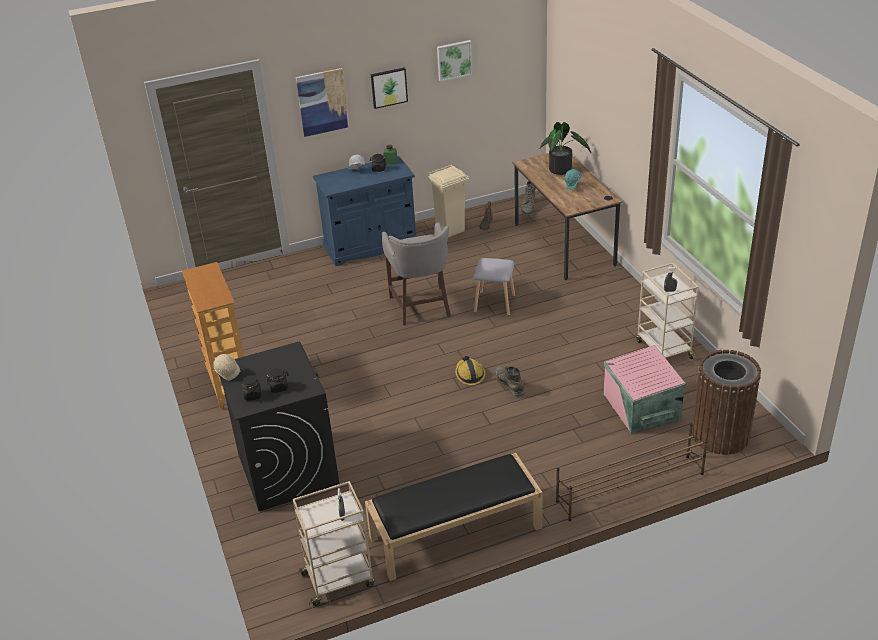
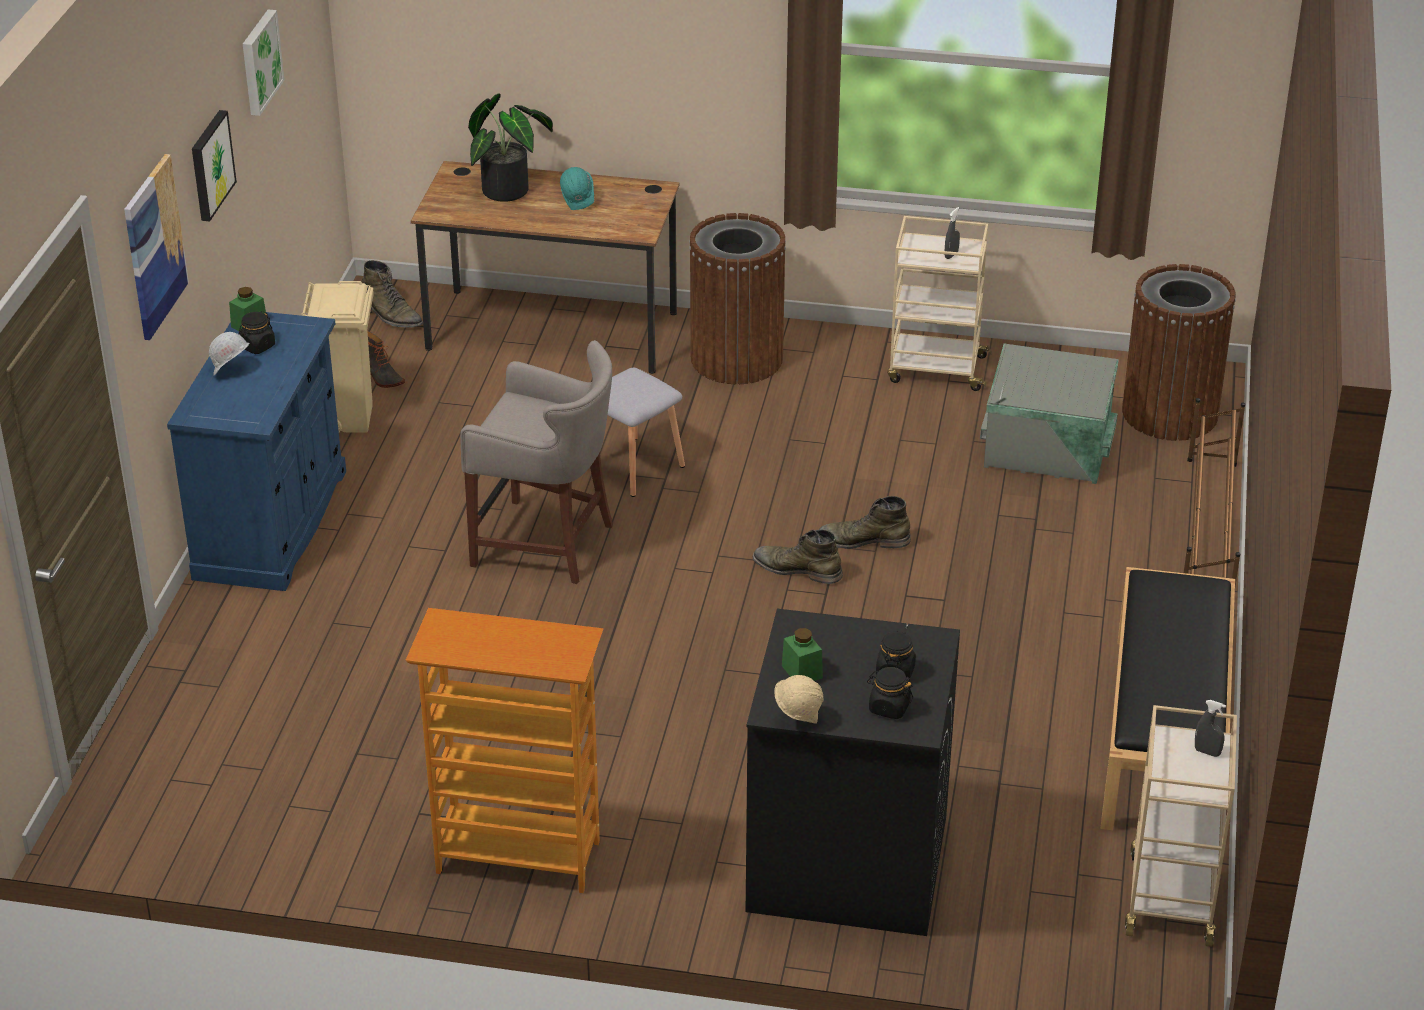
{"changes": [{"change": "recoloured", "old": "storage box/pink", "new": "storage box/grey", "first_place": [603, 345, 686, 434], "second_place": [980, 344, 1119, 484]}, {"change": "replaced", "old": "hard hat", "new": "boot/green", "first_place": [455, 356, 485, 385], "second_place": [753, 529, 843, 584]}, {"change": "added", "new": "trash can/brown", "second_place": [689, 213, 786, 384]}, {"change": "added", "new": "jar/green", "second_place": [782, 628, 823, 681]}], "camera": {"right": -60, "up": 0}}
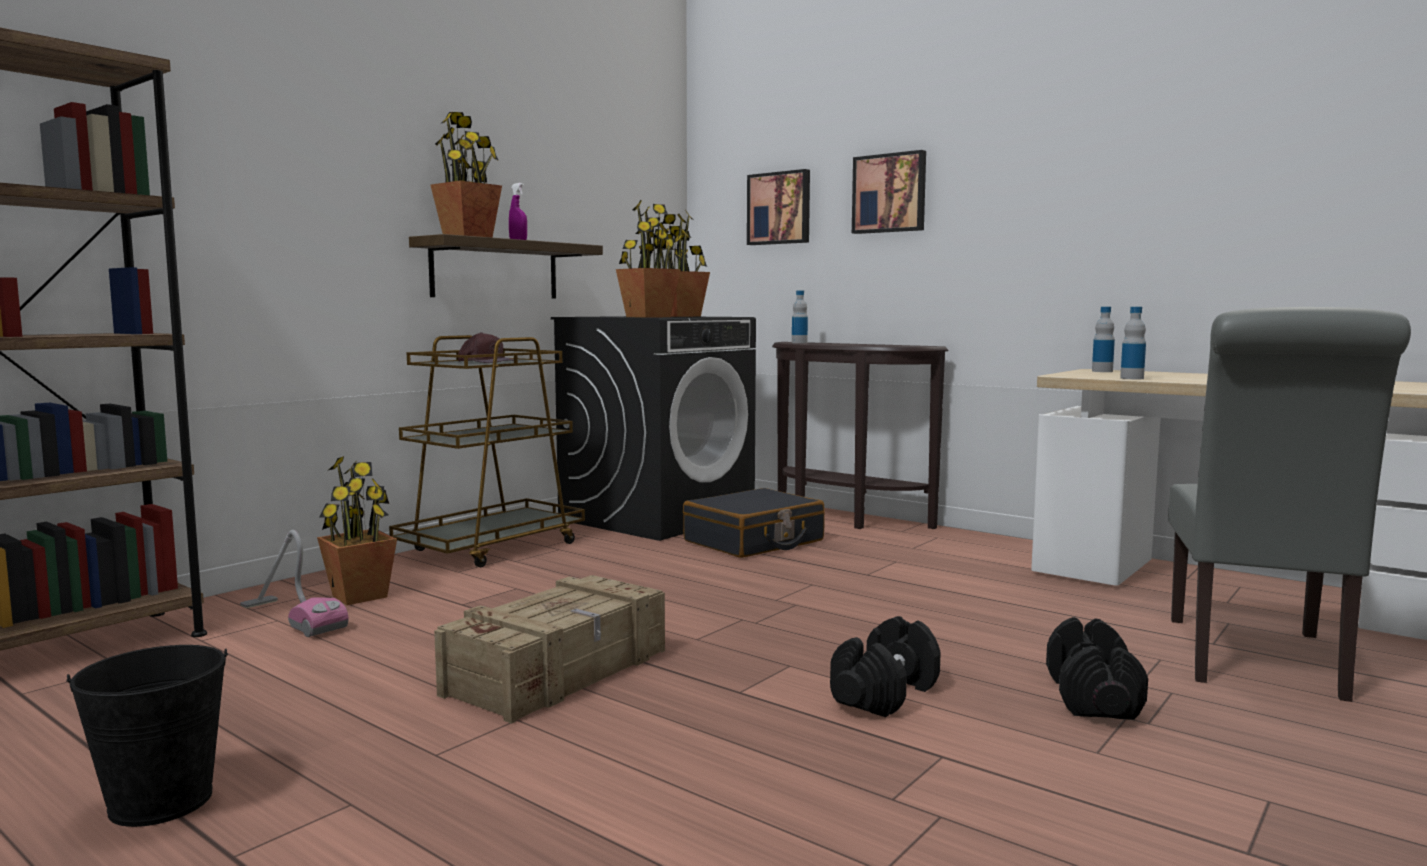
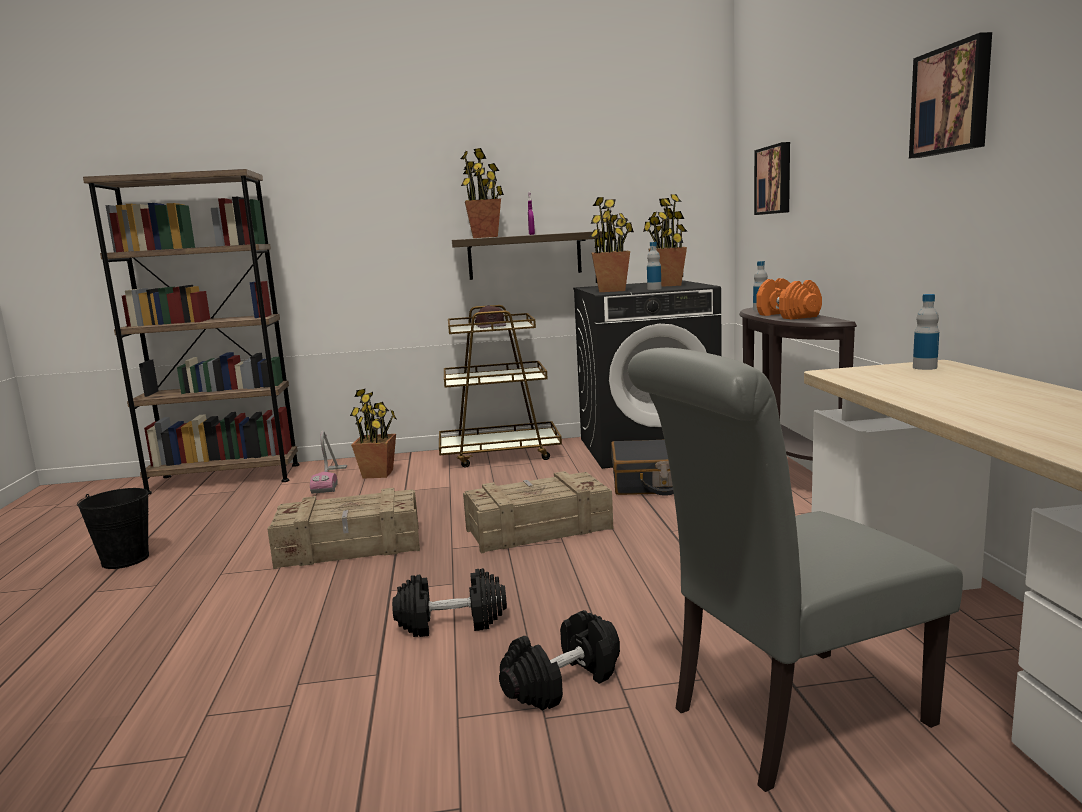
{"changes": [{"change": "moved", "old": "picture", "first_place": [852, 150, 926, 234], "second_place": [909, 32, 992, 158]}, {"change": "moved", "old": "bottle", "first_place": [1120, 307, 1146, 379], "second_place": [647, 242, 661, 290]}, {"change": "added", "new": "dumbbell/orange", "second_place": [757, 278, 822, 320]}, {"change": "added", "new": "crate", "second_place": [463, 471, 613, 554]}], "camera": {"right": 45, "up": 5}}
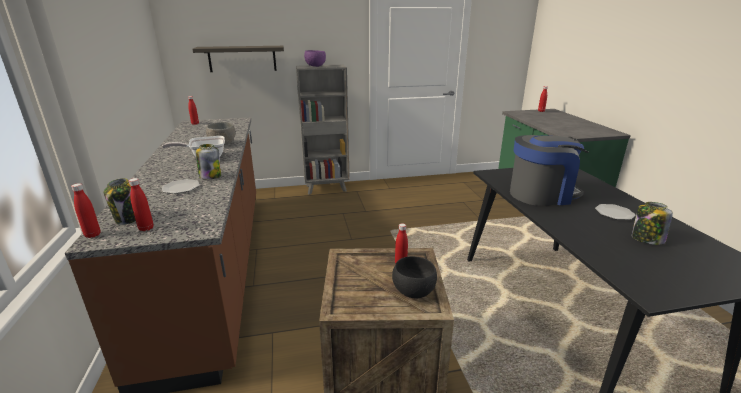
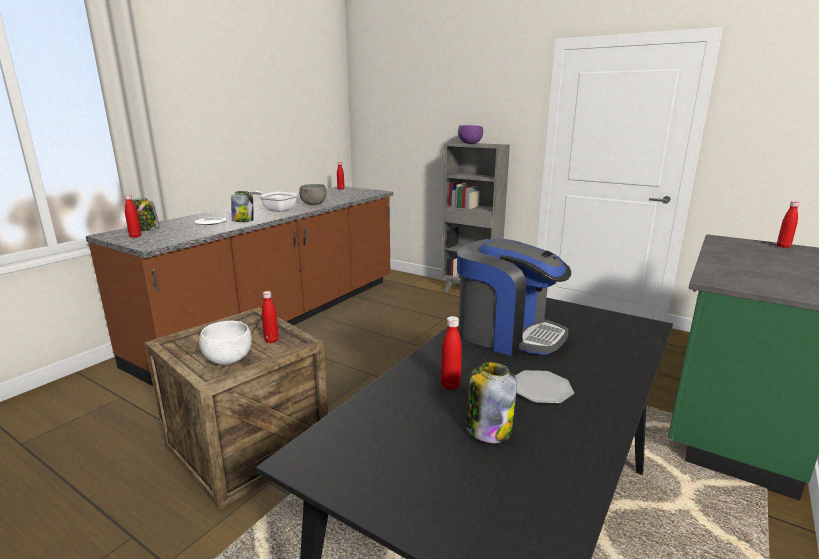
{"changes": [{"change": "removed", "old": "shelf", "first_place": [193, 46, 284, 72]}, {"change": "moved", "old": "bottle/red", "first_place": [71, 183, 100, 238], "second_place": [441, 316, 462, 390]}, {"change": "recoloured", "old": "bowl/black", "new": "bowl/white", "first_place": [392, 256, 437, 298], "second_place": [199, 321, 252, 365]}], "camera": {"right": 45, "up": -5}}
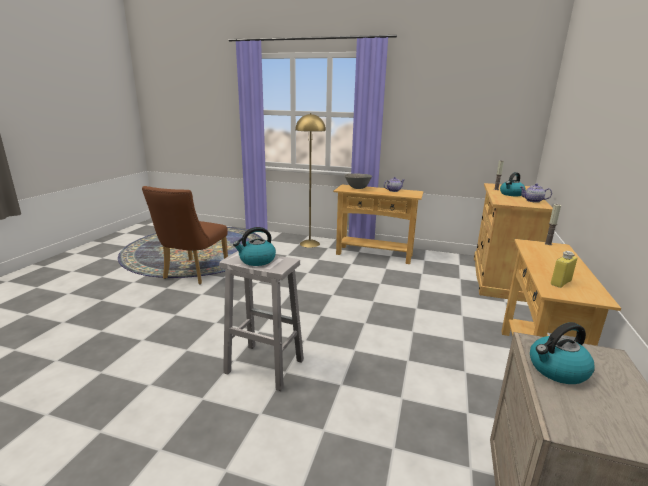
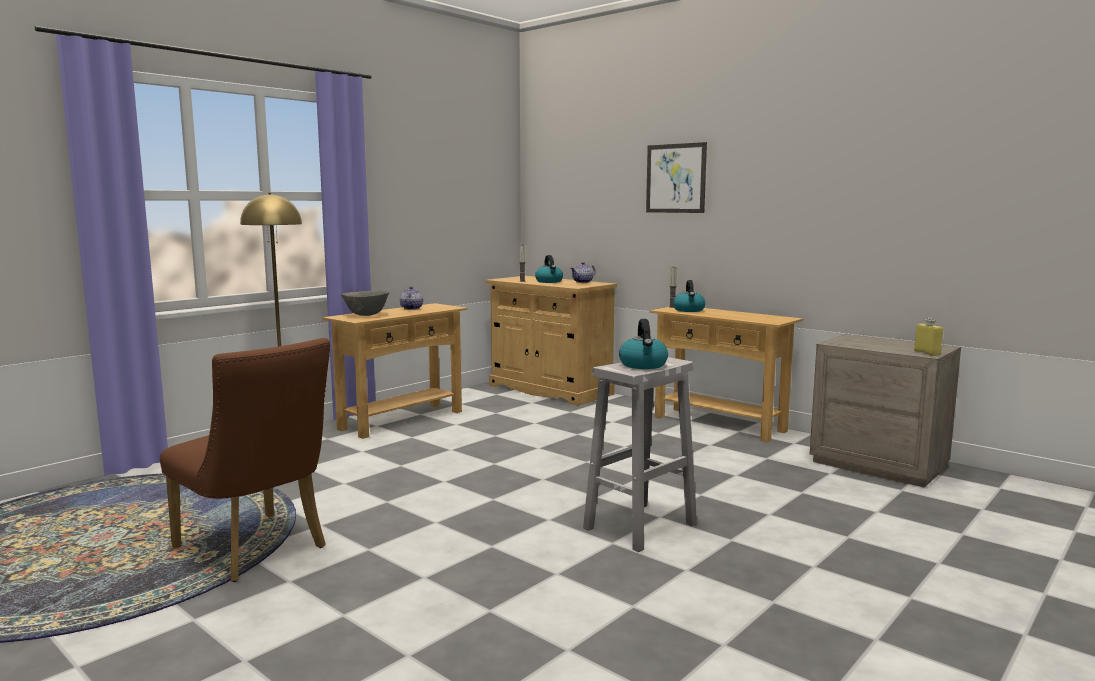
{"changes": [{"change": "moved", "old": "bottle/yellow", "first_place": [551, 251, 577, 288], "second_place": [914, 318, 943, 356]}, {"change": "moved", "old": "kettle", "first_place": [530, 322, 595, 384], "second_place": [673, 280, 706, 312]}, {"change": "added", "new": "picture", "second_place": [646, 142, 707, 213]}], "camera": {"right": -65, "up": -10}}
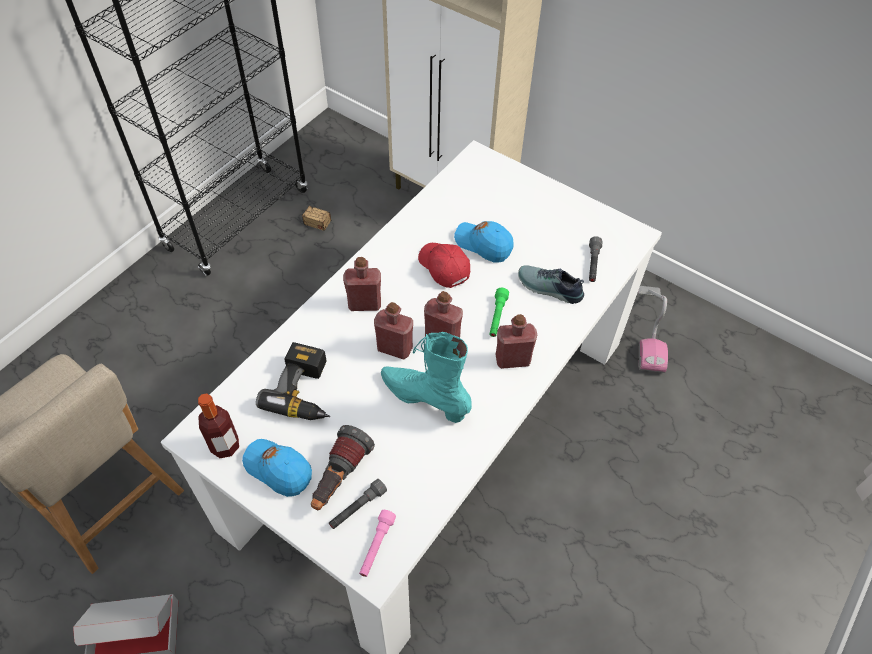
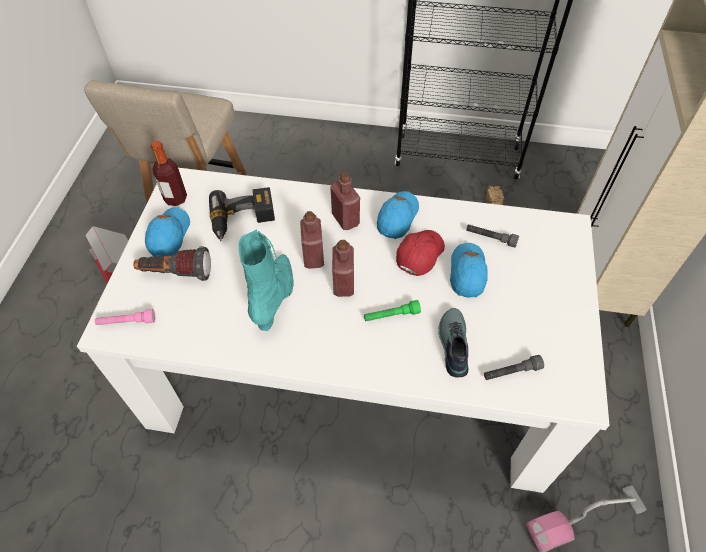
{"changes": [{"change": "removed", "old": "bottle/red", "first_place": [496, 314, 537, 369]}, {"change": "moved", "old": "flashlight/grey", "first_place": [329, 479, 387, 529], "second_place": [466, 224, 519, 248]}, {"change": "added", "new": "cap/blue", "second_place": [377, 191, 419, 239]}], "camera": {"right": 65, "up": 0}}
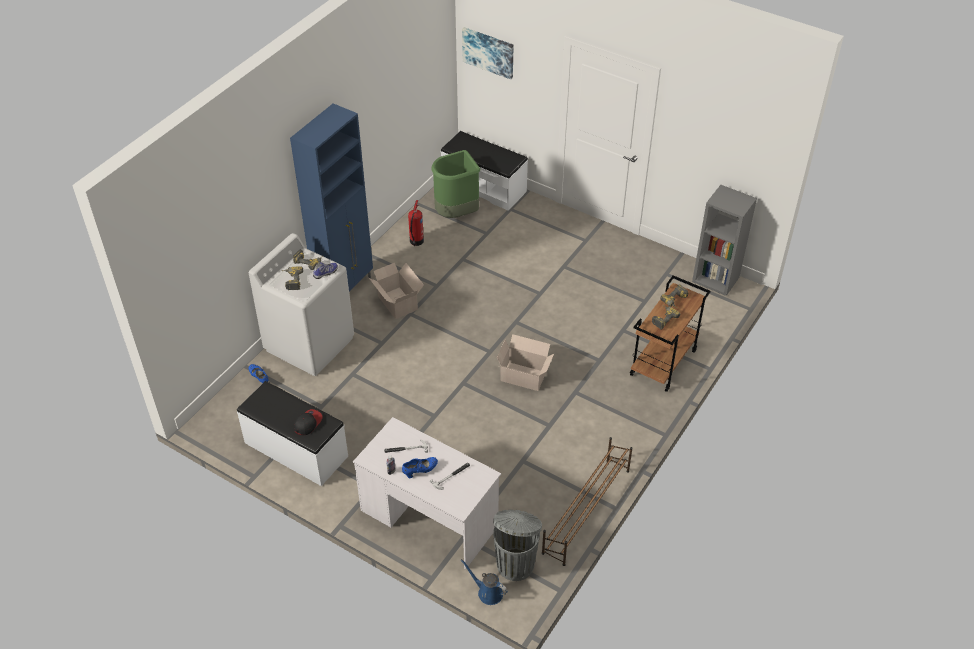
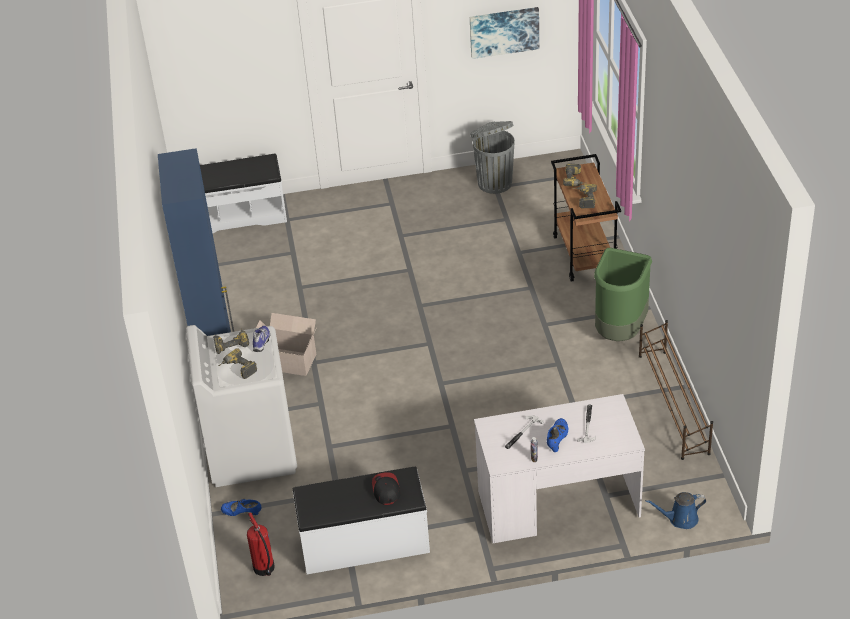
{"changes": [{"change": "moved", "old": "picture", "first_place": [462, 27, 513, 79], "second_place": [470, 7, 539, 59]}, {"change": "moved", "old": "trash can/green", "first_place": [431, 150, 480, 218], "second_place": [594, 248, 652, 341]}, {"change": "removed", "old": "bookcase/grey", "first_place": [692, 185, 757, 296]}, {"change": "moved", "old": "fire extinguisher", "first_place": [408, 200, 424, 246], "second_place": [247, 512, 275, 576]}, {"change": "removed", "old": "cardboard box", "first_place": [497, 334, 554, 391]}, {"change": "moved", "old": "trash can/grey", "first_place": [493, 510, 542, 581], "second_place": [470, 121, 515, 194]}], "camera": {"right": -40, "up": -5}}
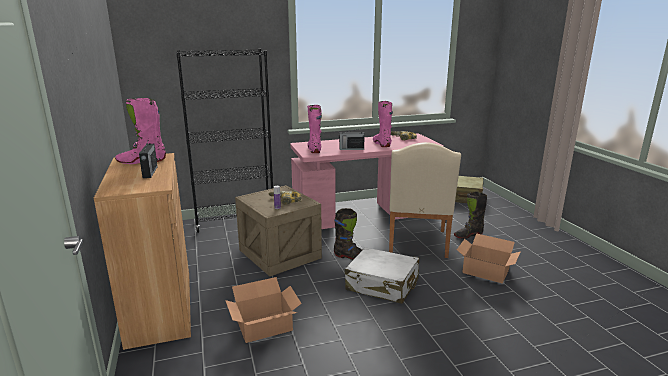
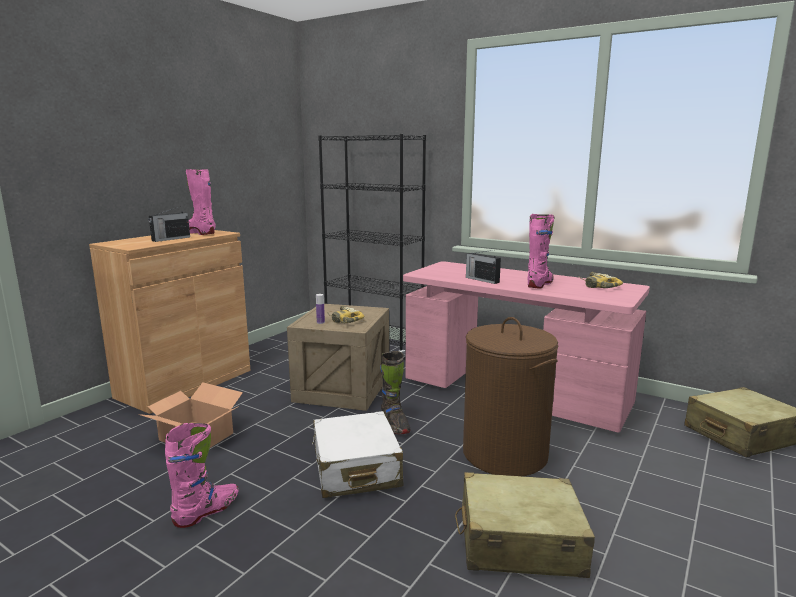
{"changes": [{"change": "moved", "old": "boot/pink", "first_place": [307, 105, 322, 153], "second_place": [165, 423, 239, 528]}, {"change": "replaced", "old": "chair/beige", "new": "laundry basket/brown", "first_place": [389, 142, 461, 258], "second_place": [463, 317, 558, 476]}, {"change": "removed", "old": "boot/black", "first_place": [454, 192, 487, 239]}, {"change": "replaced", "old": "cardboard box", "new": "suitcase/beige", "first_place": [457, 233, 521, 283], "second_place": [455, 472, 595, 578]}], "camera": {"right": 50, "up": -5}}
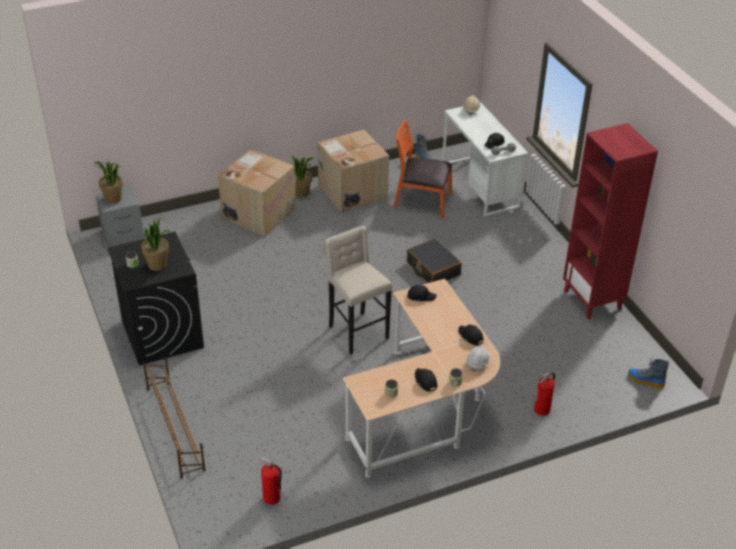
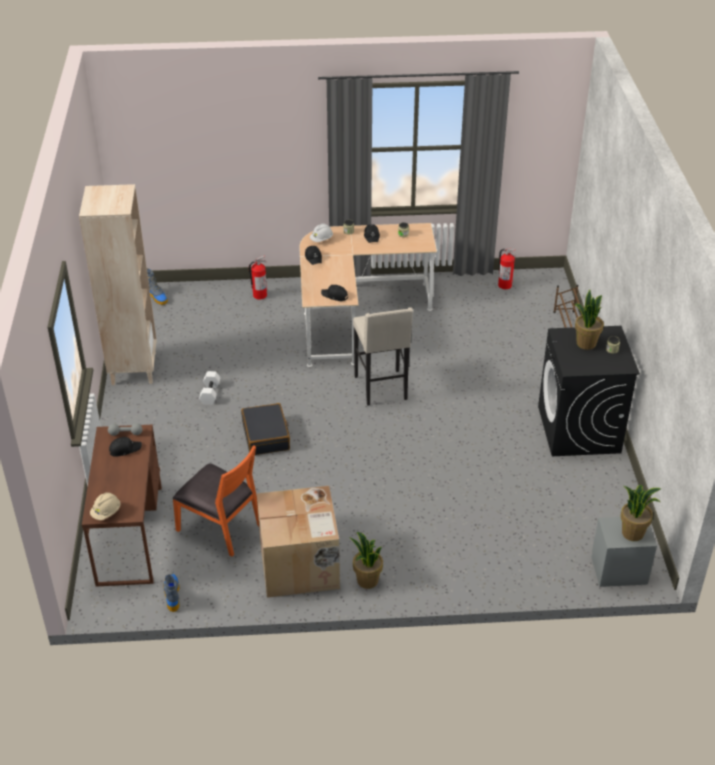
{"changes": [{"change": "recoloured", "old": "desk/white", "new": "desk/brown", "first_place": [442, 103, 528, 217], "second_place": [82, 425, 162, 586]}, {"change": "recoloured", "old": "bookcase/red", "new": "bookcase/beige", "first_place": [563, 123, 658, 319], "second_place": [79, 184, 157, 385]}, {"change": "removed", "old": "cardboard box", "first_place": [218, 149, 296, 237]}, {"change": "added", "new": "dumbbell/white", "second_place": [199, 371, 220, 405]}], "camera": {"right": -160, "up": 0}}
